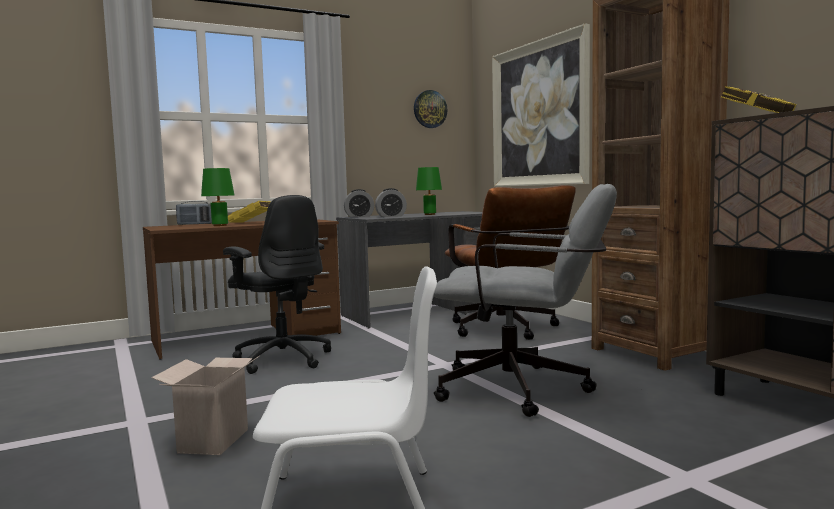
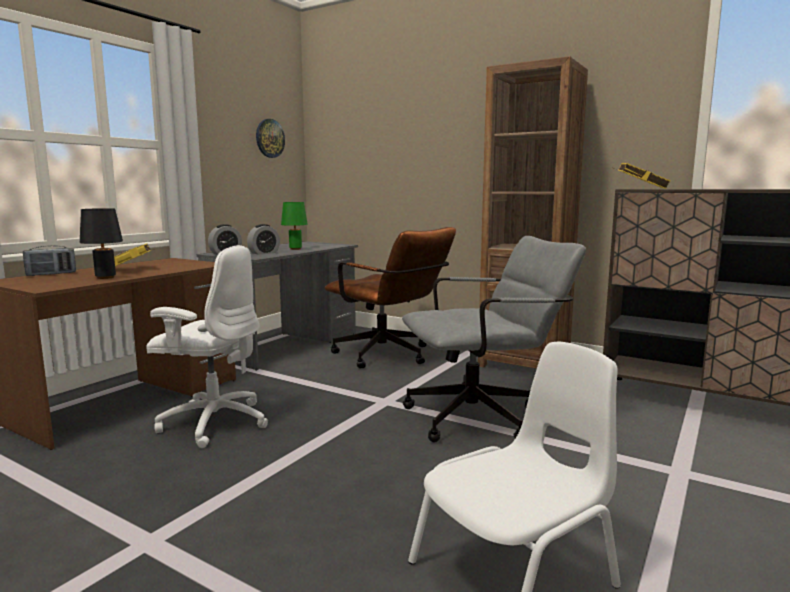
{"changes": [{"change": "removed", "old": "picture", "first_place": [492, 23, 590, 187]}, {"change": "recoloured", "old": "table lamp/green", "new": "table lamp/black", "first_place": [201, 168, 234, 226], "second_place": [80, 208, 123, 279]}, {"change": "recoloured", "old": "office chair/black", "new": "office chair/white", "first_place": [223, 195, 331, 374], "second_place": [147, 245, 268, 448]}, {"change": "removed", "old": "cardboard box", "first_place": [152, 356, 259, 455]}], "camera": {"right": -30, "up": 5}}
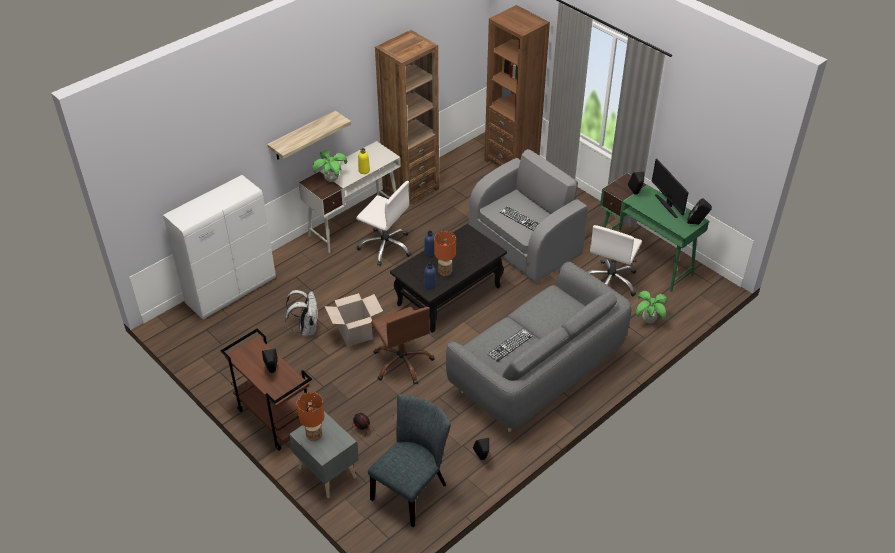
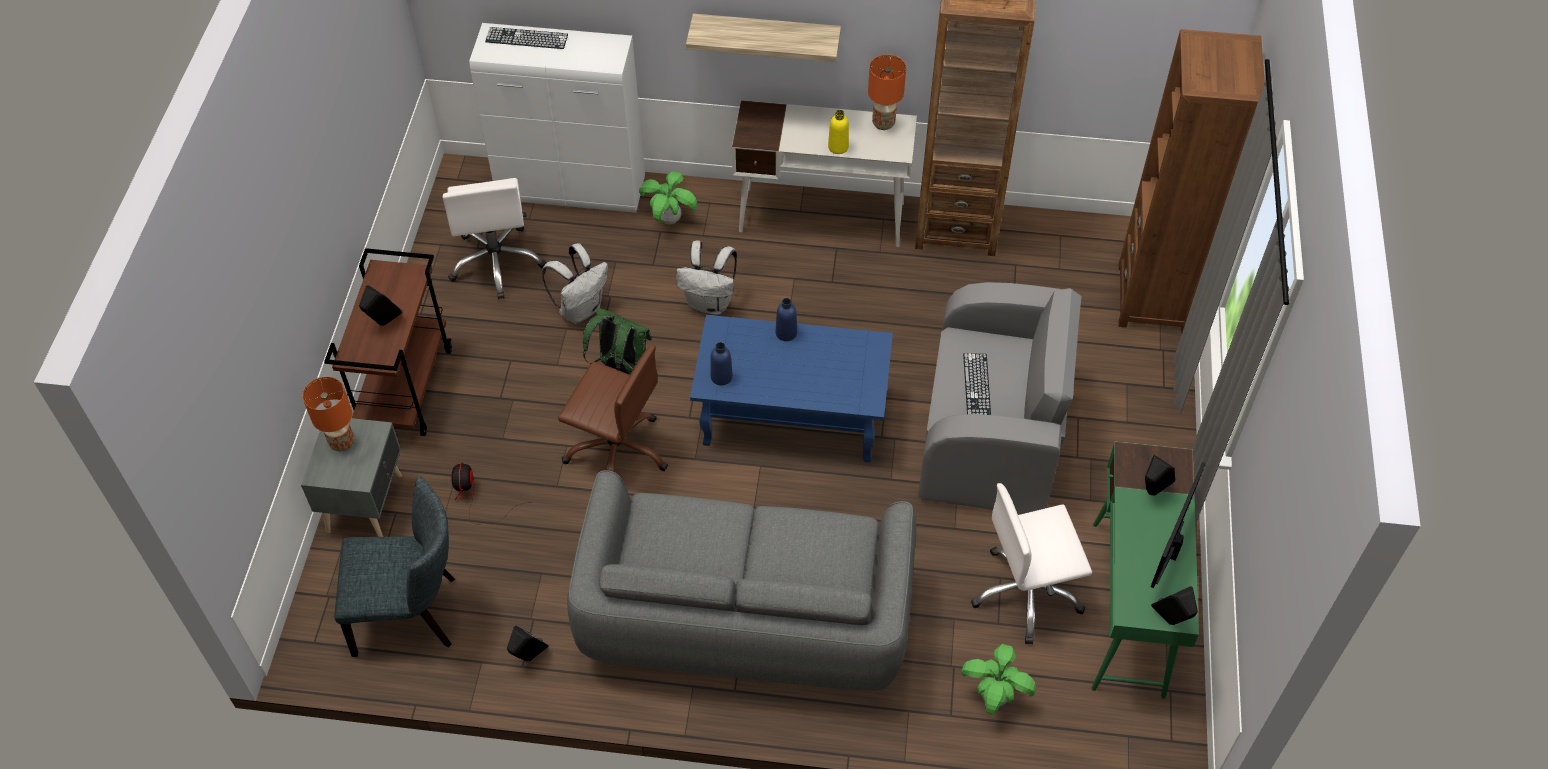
{"changes": [{"change": "moved", "old": "potted plant", "first_place": [312, 150, 347, 182], "second_place": [639, 171, 697, 225]}, {"change": "moved", "old": "office chair/white", "first_place": [356, 181, 411, 266], "second_place": [443, 178, 546, 299]}, {"change": "recoloured", "old": "coffee table/black", "new": "coffee table/blue", "first_place": [390, 224, 507, 333], "second_place": [690, 315, 893, 463]}, {"change": "moved", "old": "table lamp/orange", "first_place": [434, 231, 456, 276], "second_place": [868, 54, 906, 130]}, {"change": "replaced", "old": "cardboard box", "new": "backpack/green", "first_place": [325, 293, 383, 347], "second_place": [583, 307, 652, 375]}, {"change": "turned", "old": "office chair/brown", "first_place": [371, 307, 434, 385], "second_place": [558, 345, 668, 472], "degrees": -90}, {"change": "moved", "old": "keyboard", "first_place": [487, 329, 533, 362], "second_place": [485, 27, 568, 49]}, {"change": "added", "new": "backpack/white", "second_place": [676, 240, 737, 315]}], "camera": {"right": 50, "up": 10}}
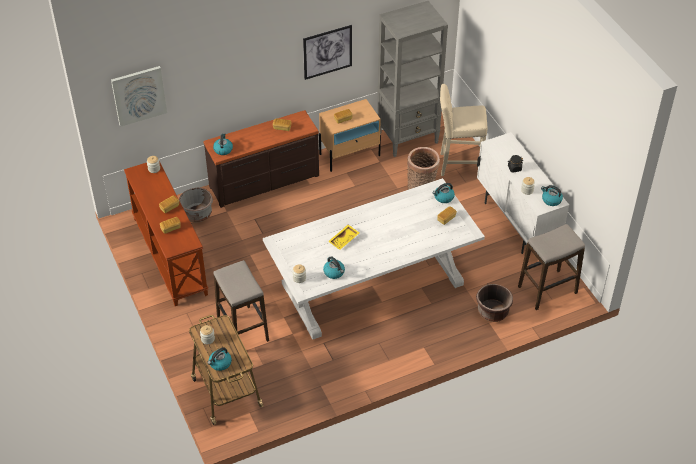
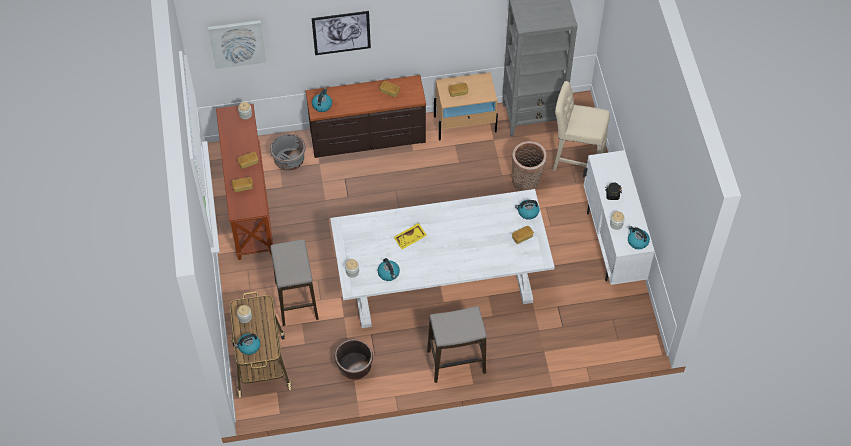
{"changes": [{"change": "moved", "old": "picture", "first_place": [303, 25, 352, 80], "second_place": [312, 11, 371, 55]}, {"change": "moved", "old": "stool", "first_place": [518, 224, 585, 310], "second_place": [427, 306, 486, 383]}, {"change": "moved", "old": "planter/brown", "first_place": [476, 284, 513, 322], "second_place": [334, 339, 373, 380]}], "camera": {"right": 15, "up": 10}}
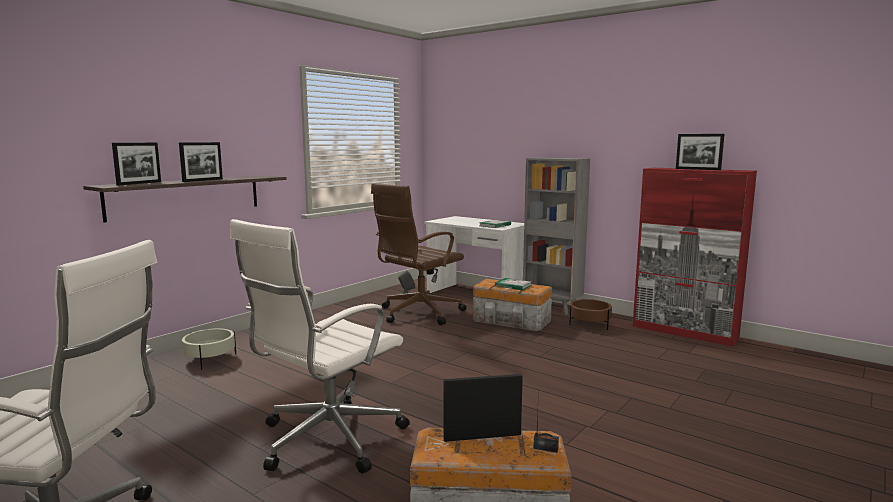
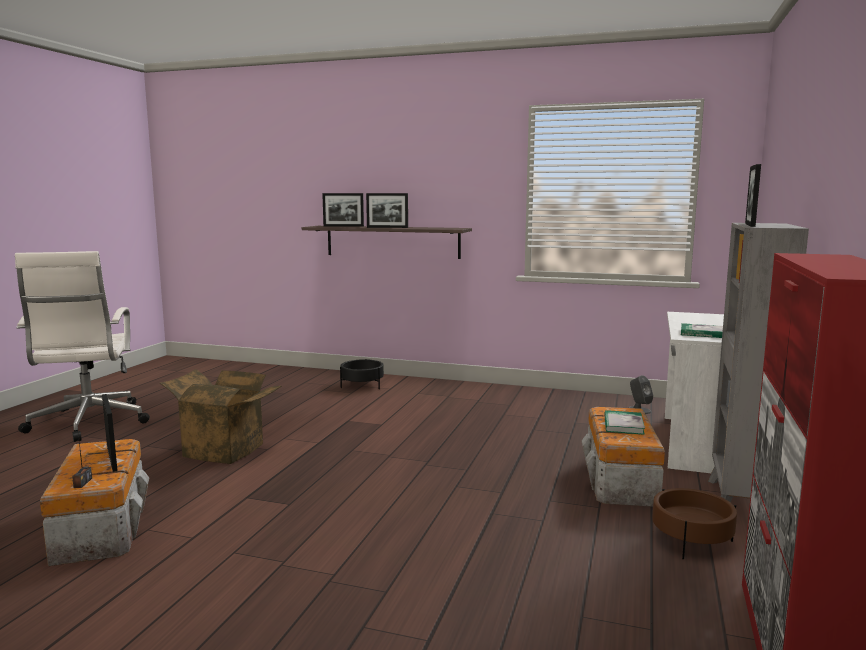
{"changes": [{"change": "moved", "old": "picture frame", "first_place": [676, 134, 724, 170], "second_place": [745, 164, 761, 227]}, {"change": "removed", "old": "office chair/brown", "first_place": [371, 183, 467, 325]}, {"change": "replaced", "old": "office chair/white", "new": "cardboard box", "first_place": [230, 219, 410, 473], "second_place": [159, 369, 281, 464]}, {"change": "recoloured", "old": "planter/beige", "new": "planter/black", "first_place": [182, 328, 236, 369], "second_place": [340, 359, 384, 389]}], "camera": {"right": 70, "up": 0}}
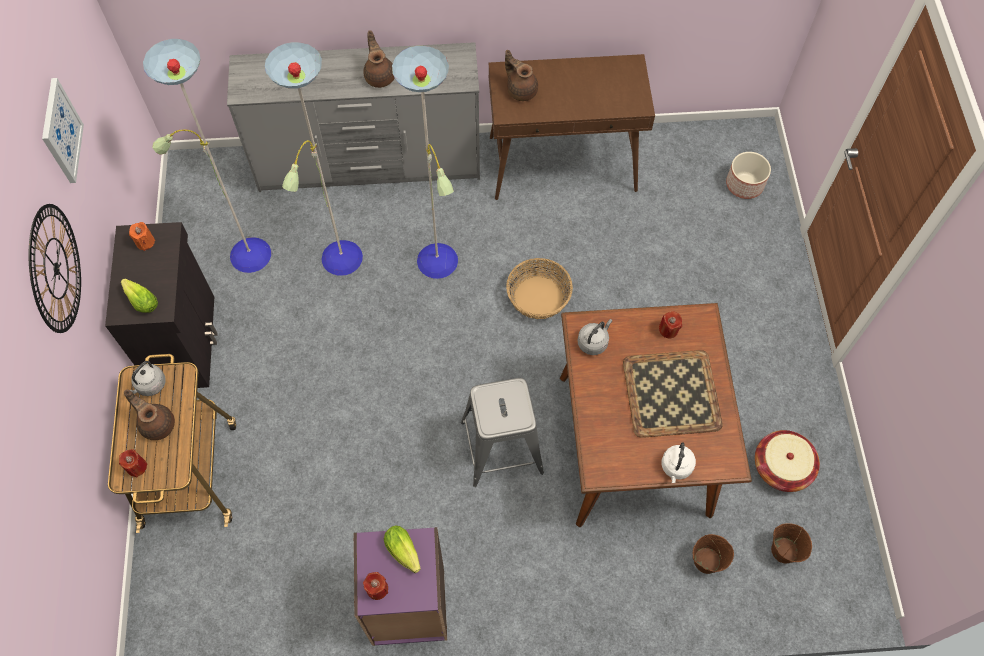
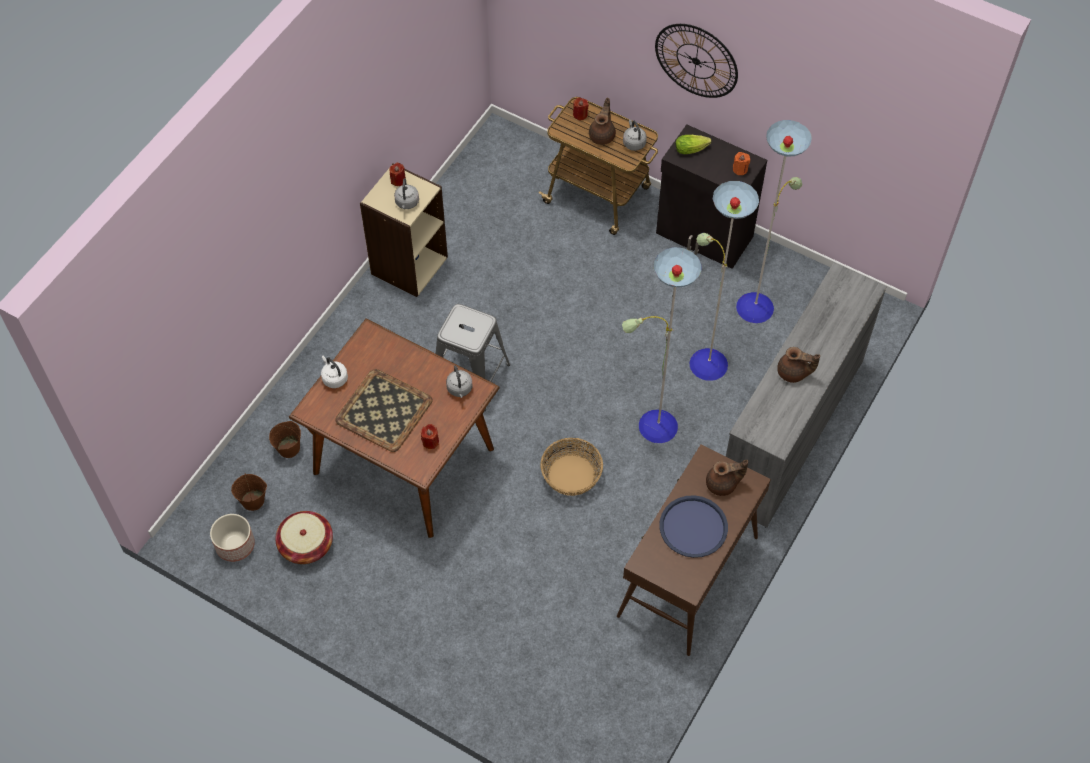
{"changes": [{"change": "removed", "old": "picture", "first_place": [42, 78, 84, 183]}, {"change": "moved", "old": "planter", "first_place": [726, 152, 771, 199], "second_place": [210, 514, 255, 562]}, {"change": "turned", "old": "teapot/brown", "first_place": [124, 389, 175, 440], "second_place": [589, 97, 616, 145], "degrees": -60}, {"change": "replaced", "old": "lettuce", "new": "kettle/grey", "first_place": [384, 526, 420, 573], "second_place": [394, 178, 419, 209]}, {"change": "recoloured", "old": "bookcase/purple", "new": "bookcase/beige", "first_place": [353, 527, 447, 646], "second_place": [360, 163, 448, 297]}, {"change": "added", "new": "tray/blue", "second_place": [659, 495, 728, 558]}], "camera": {"right": 125, "up": -5}}
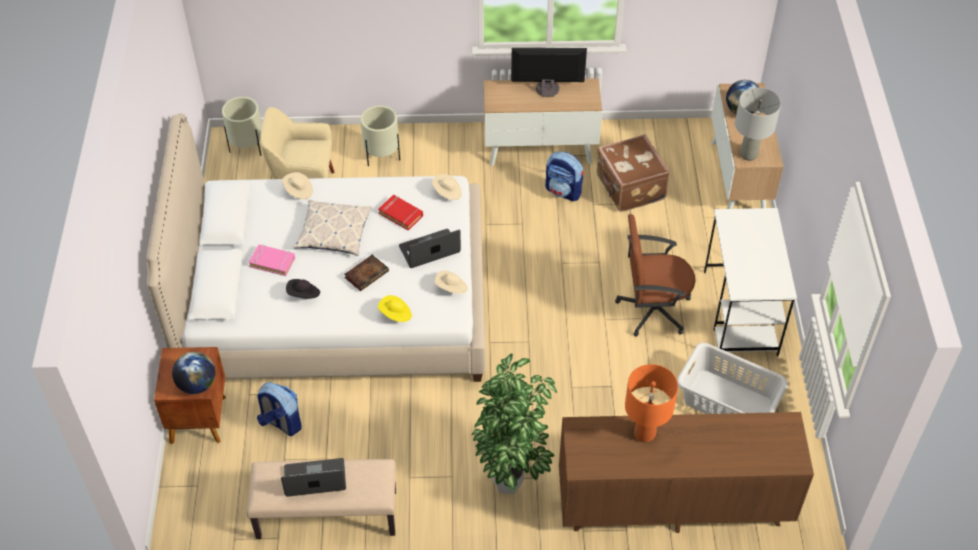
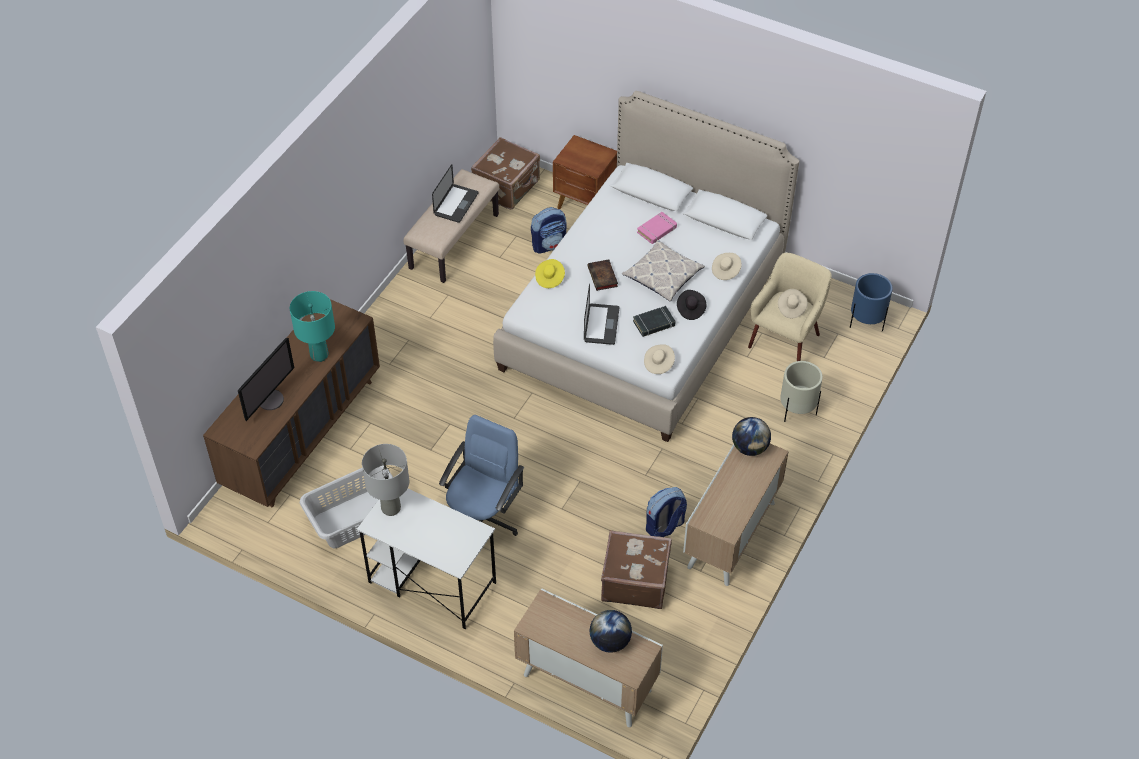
{"changes": [{"change": "moved", "old": "monitor", "first_place": [511, 48, 587, 97], "second_place": [238, 338, 294, 421]}, {"change": "moved", "old": "table lamp/grey", "first_place": [735, 87, 781, 161], "second_place": [362, 444, 409, 516]}, {"change": "recoloured", "old": "planter/beige", "new": "planter/blue", "first_place": [222, 97, 262, 156], "second_place": [850, 273, 893, 332]}, {"change": "recoloured", "old": "book/red", "new": "book/black", "first_place": [378, 195, 423, 231], "second_place": [633, 306, 676, 337]}, {"change": "recoloured", "old": "office chair/brown", "new": "office chair/blue", "first_place": [615, 214, 695, 337], "second_place": [439, 415, 524, 536]}, {"change": "moved", "old": "hat/beige", "first_place": [435, 271, 468, 294], "second_place": [778, 289, 807, 318]}, {"change": "moved", "old": "hat/black", "first_place": [286, 279, 320, 299], "second_place": [677, 290, 706, 320]}, {"change": "moved", "old": "globe", "first_place": [172, 352, 215, 394], "second_place": [732, 417, 771, 456]}, {"change": "removed", "old": "potted plant", "first_place": [471, 354, 557, 494]}, {"change": "recoloured", "old": "table lamp/orange", "new": "table lamp/turquoise", "first_place": [625, 364, 678, 443], "second_place": [290, 291, 335, 362]}, {"change": "added", "new": "suitcase/brown", "second_place": [471, 137, 540, 210]}], "camera": {"right": 120, "up": 0}}
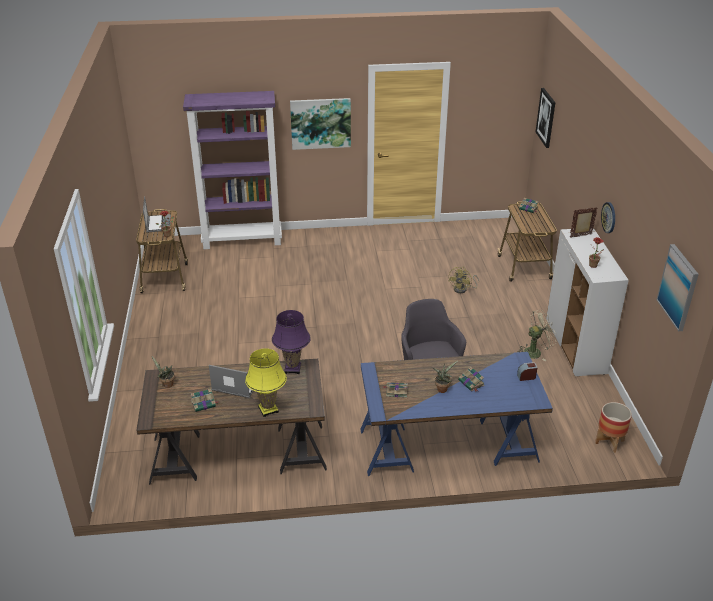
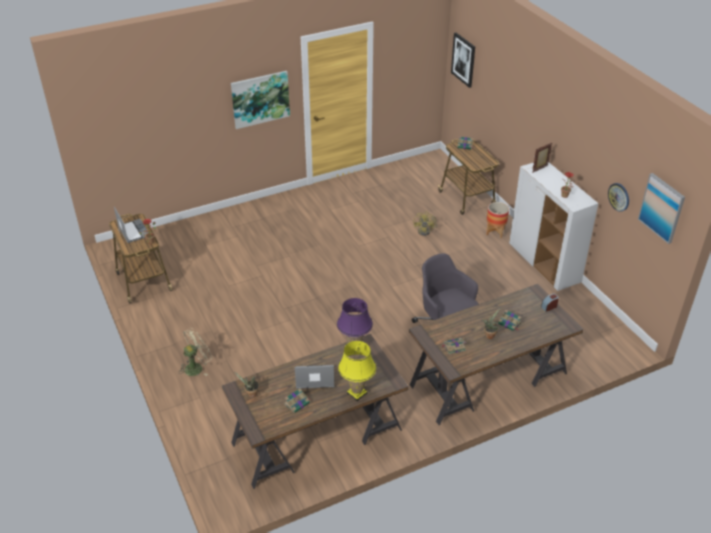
{"changes": [{"change": "removed", "old": "bookcase/purple", "first_place": [183, 91, 282, 249]}, {"change": "moved", "old": "wall clock", "first_place": [601, 202, 615, 233], "second_place": [608, 183, 629, 212]}, {"change": "moved", "old": "fan/beige", "first_place": [519, 309, 557, 361], "second_place": [180, 328, 212, 376]}, {"change": "recoloured", "old": "desk/blue", "new": "desk/brown", "first_place": [360, 352, 553, 476], "second_place": [409, 284, 583, 425]}, {"change": "moved", "old": "planter", "first_place": [595, 402, 632, 453], "second_place": [486, 202, 509, 238]}], "camera": {"right": -20, "up": 5}}
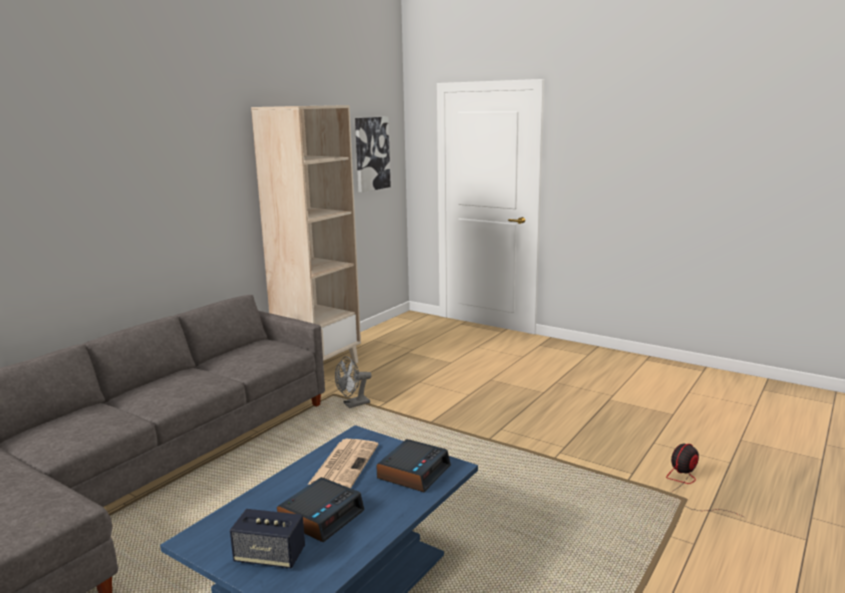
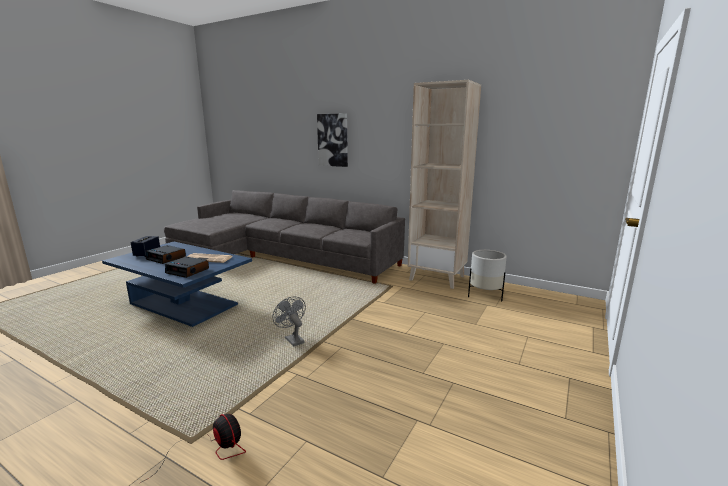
{"changes": [{"change": "moved", "old": "picture", "first_place": [355, 117, 391, 192], "second_place": [317, 113, 348, 167]}, {"change": "moved", "old": "fan/grey", "first_place": [335, 356, 372, 408], "second_place": [272, 296, 306, 347]}, {"change": "added", "new": "planter/white", "second_place": [468, 250, 507, 302]}], "camera": {"right": 85, "up": 0}}
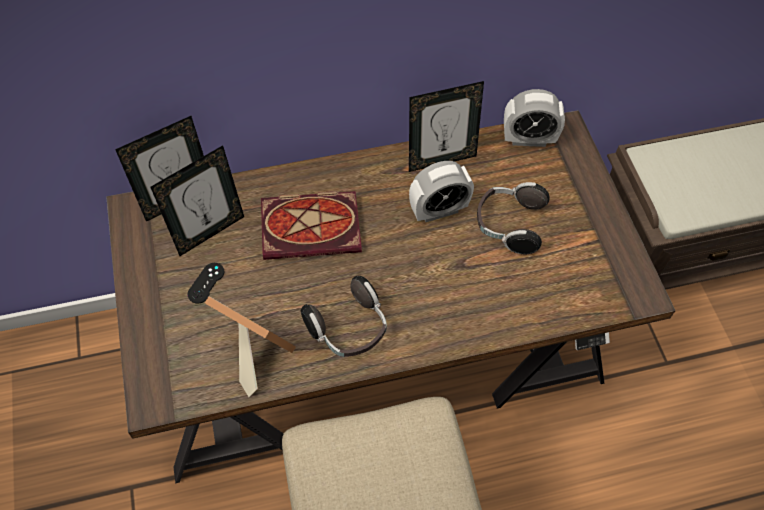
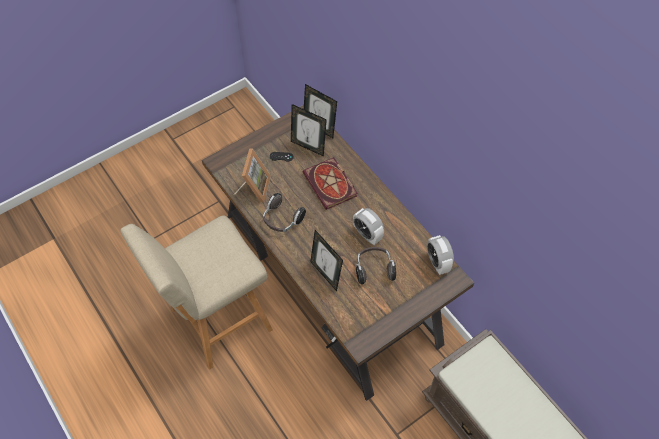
{"changes": [{"change": "moved", "old": "picture frame", "first_place": [409, 81, 484, 172], "second_place": [310, 230, 343, 291]}], "camera": {"right": 70, "up": 0}}
